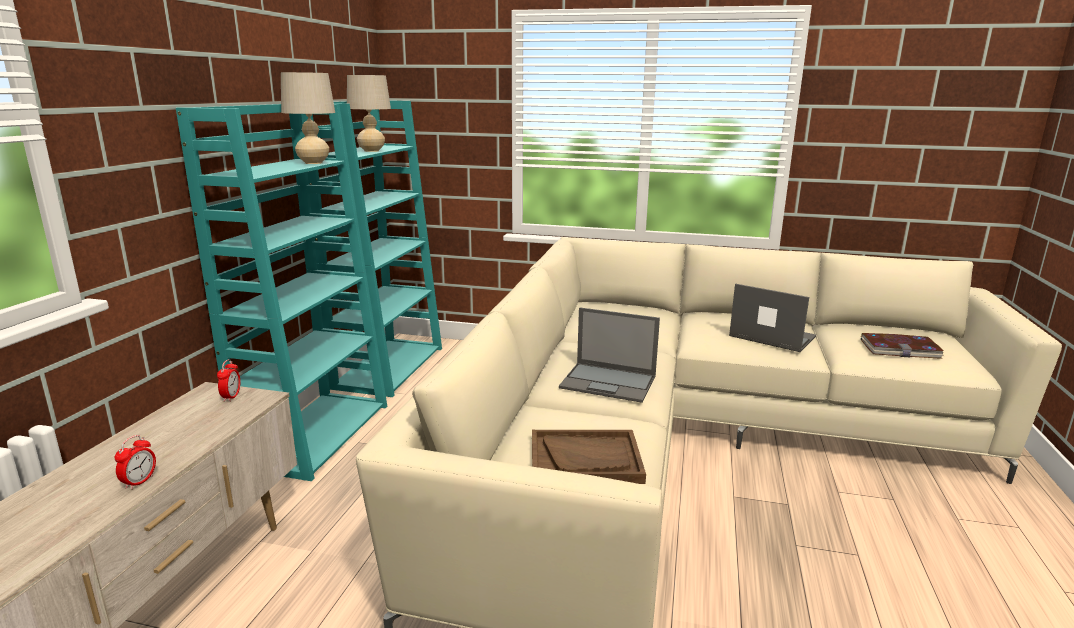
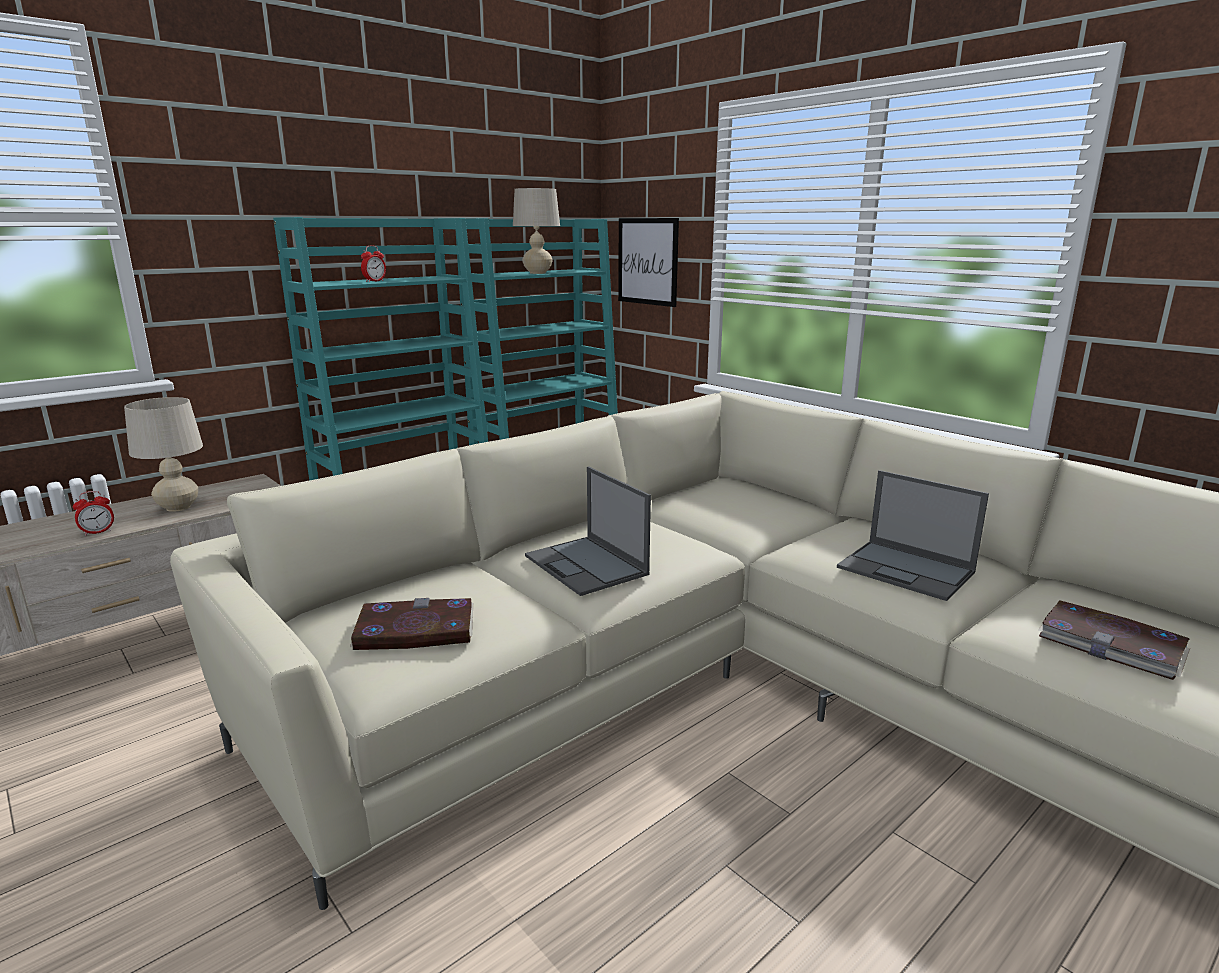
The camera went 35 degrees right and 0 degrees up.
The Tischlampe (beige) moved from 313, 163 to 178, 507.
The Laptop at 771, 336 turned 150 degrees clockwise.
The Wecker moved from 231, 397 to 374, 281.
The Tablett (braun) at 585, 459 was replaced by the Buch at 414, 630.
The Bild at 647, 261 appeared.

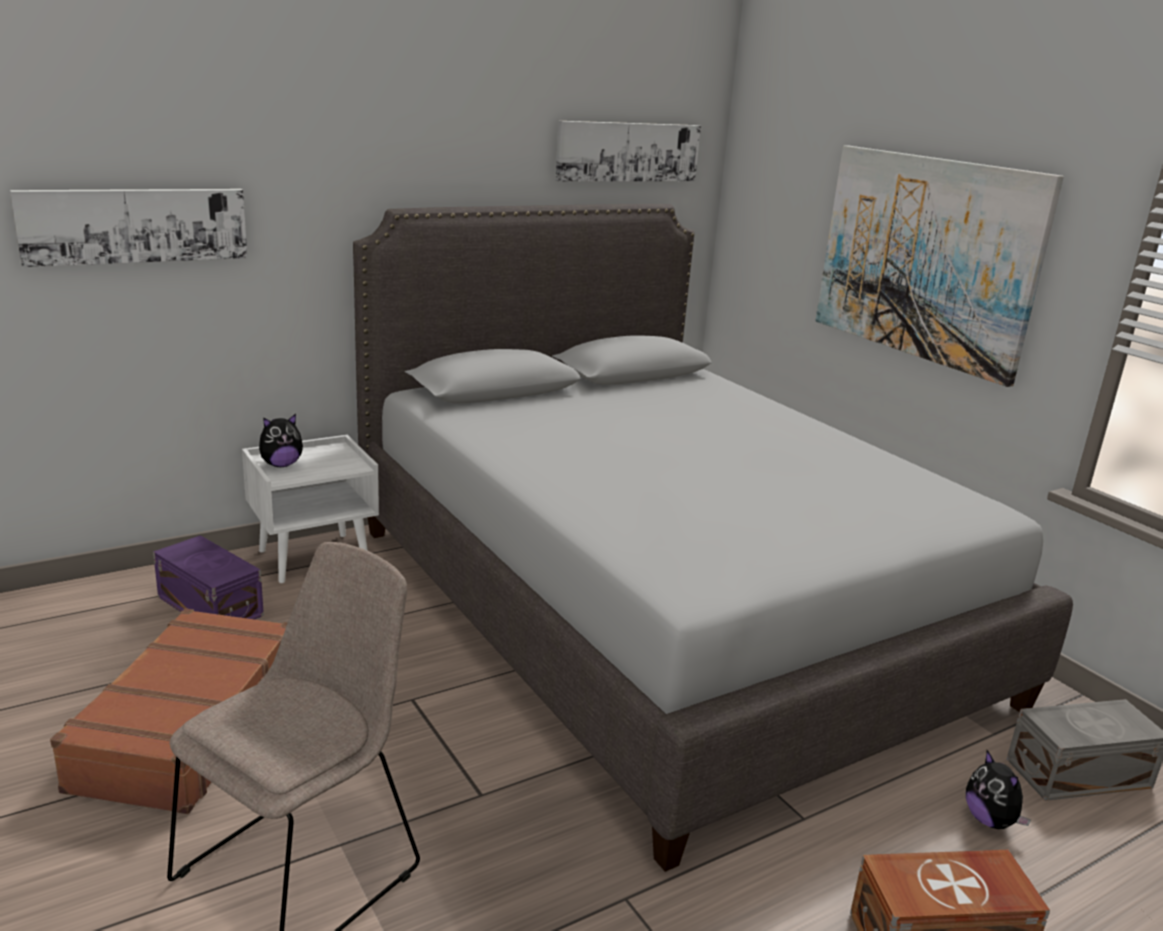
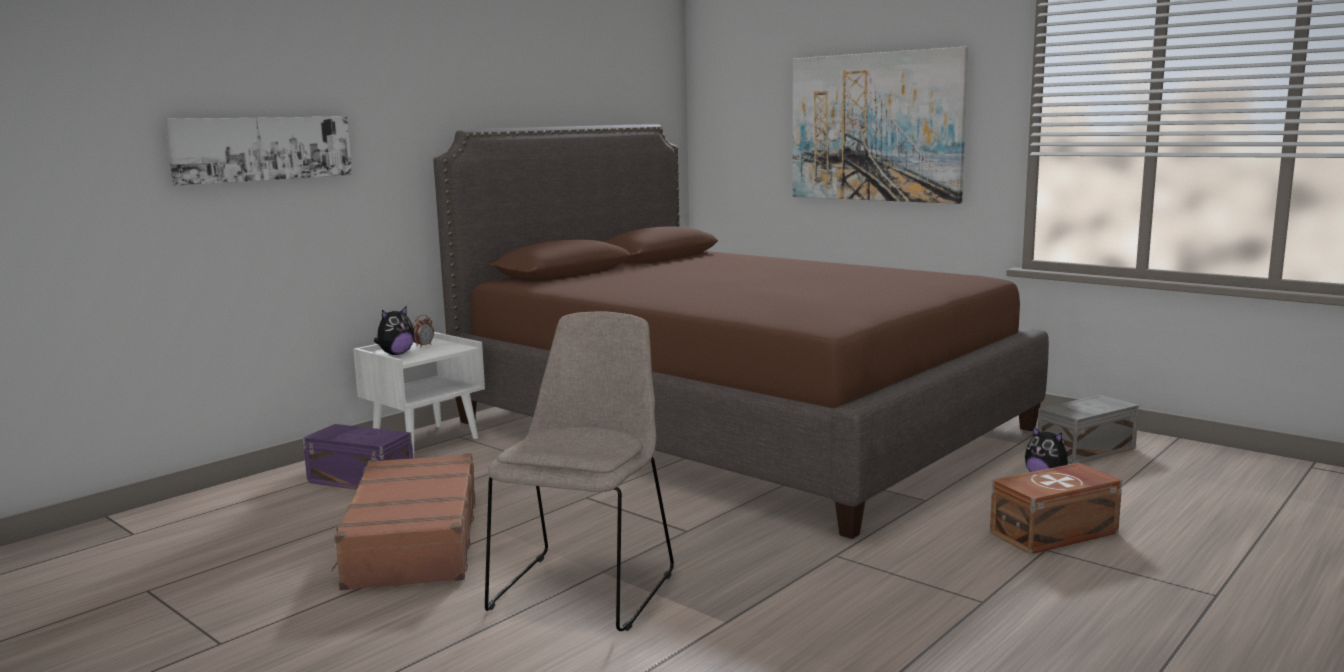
The camera went 15 degrees left and 10 degrees down.
The Bild at 628, 152 disappeared.
The Bett (grau) at 659, 609 became the Bett (braun) at 736, 425.
The Wecker at 424, 345 appeared.

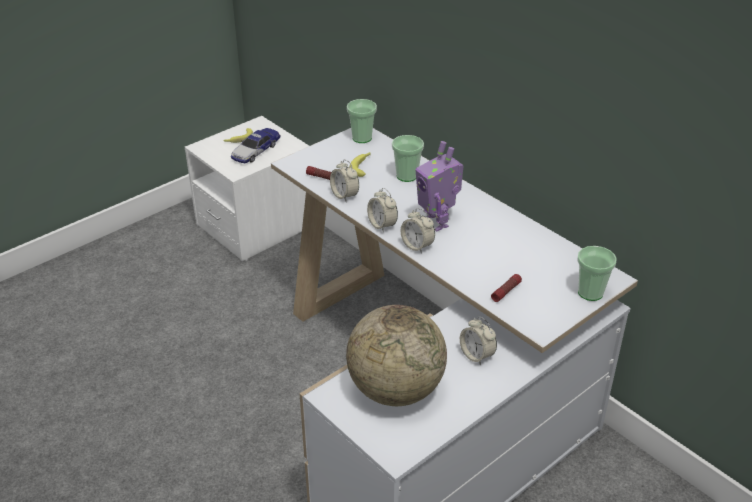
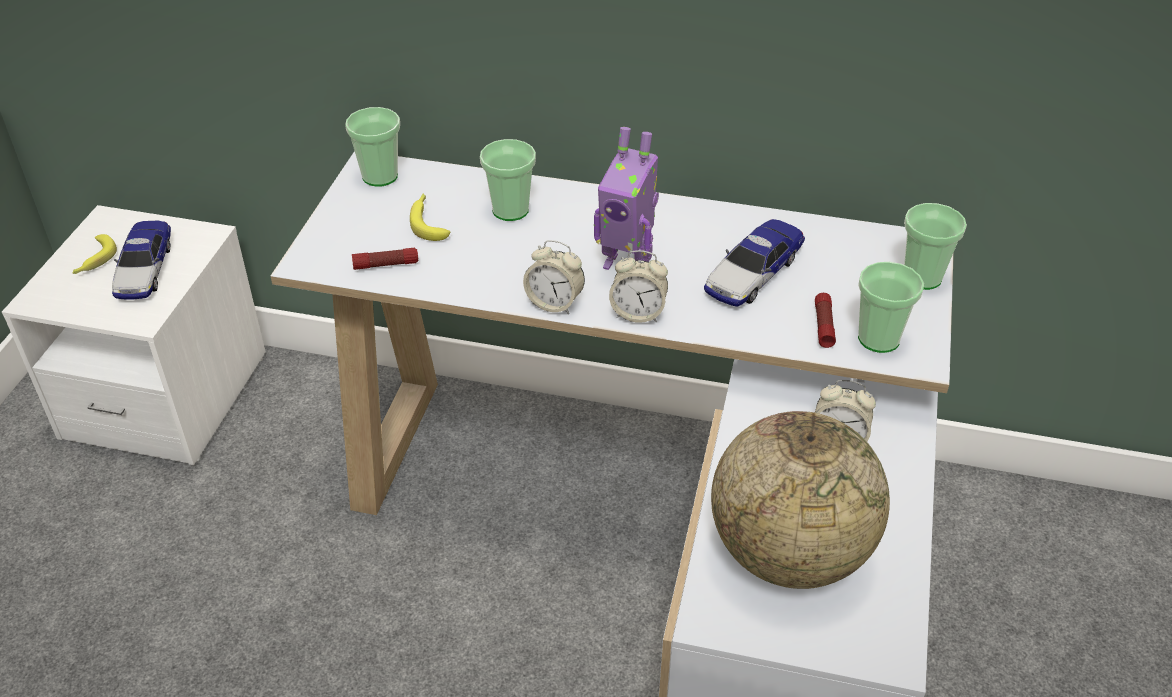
The camera went 35 degrees left and 5 degrees up.
The Wecker at 344, 195 disappeared.
The Spielzeugauto at 753, 273 appeared.
The Tasse at 878, 339 appeared.

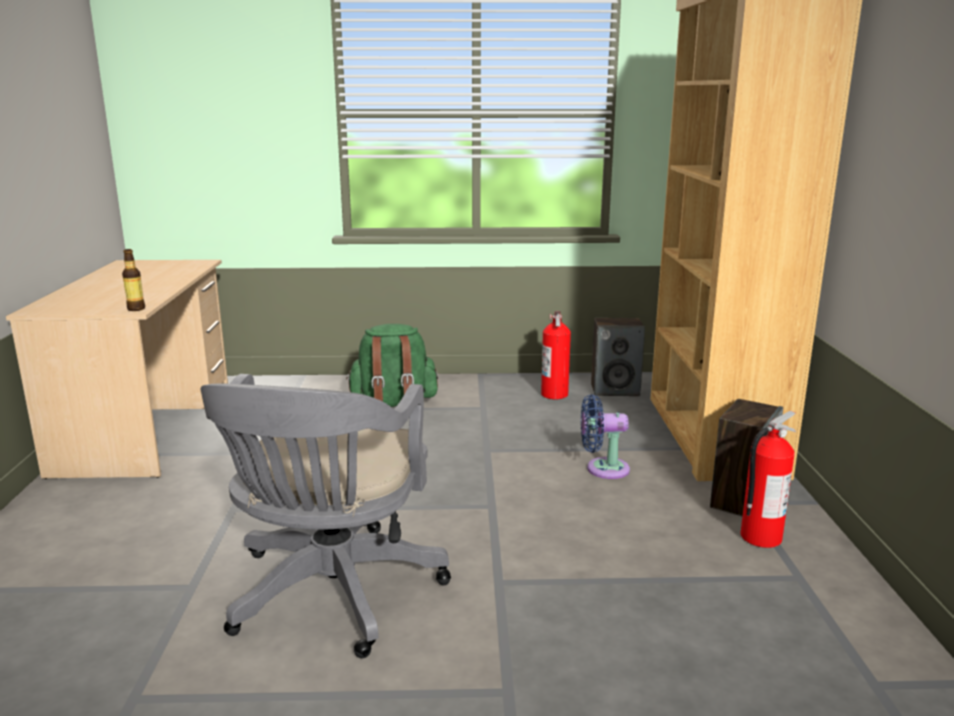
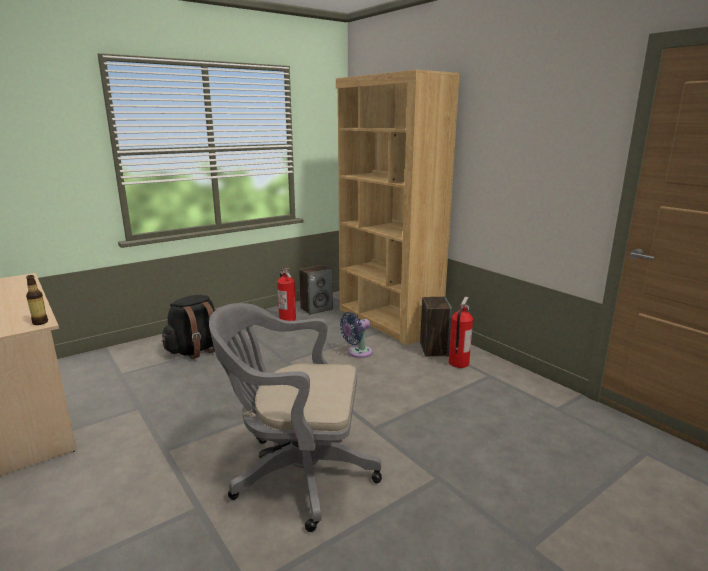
The camera went 35 degrees left and 0 degrees up.
The Rucksack (grün) at 393, 405 became the Rucksack (schwarz) at 196, 350.
The Bürostuhl (grau) at 331, 596 turned 120 degrees clockwise.

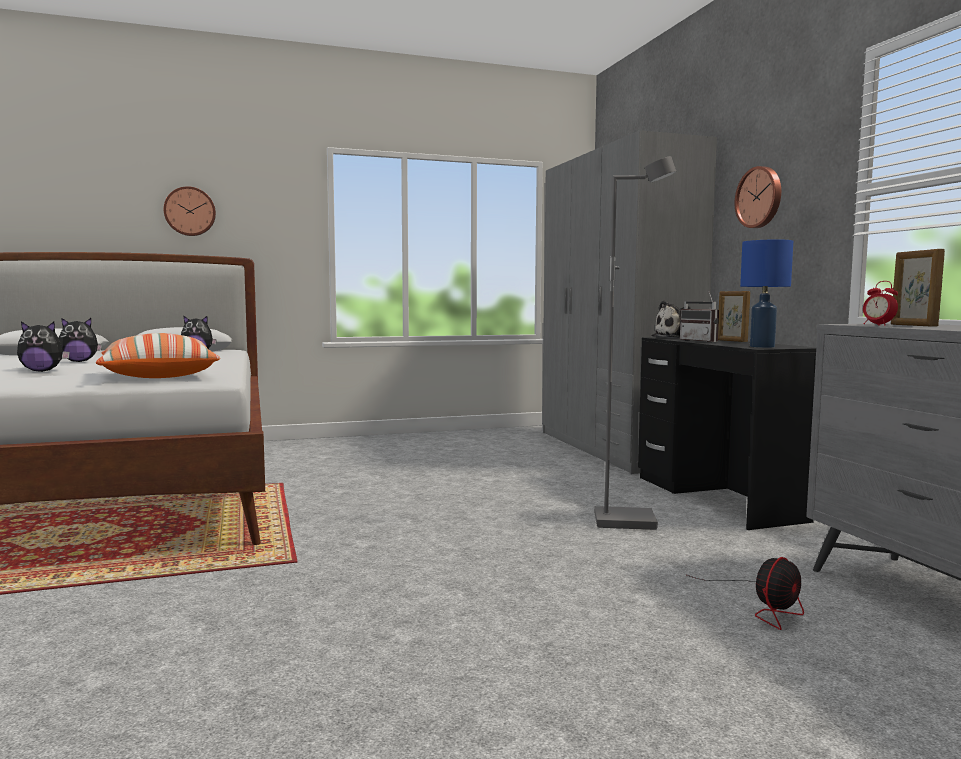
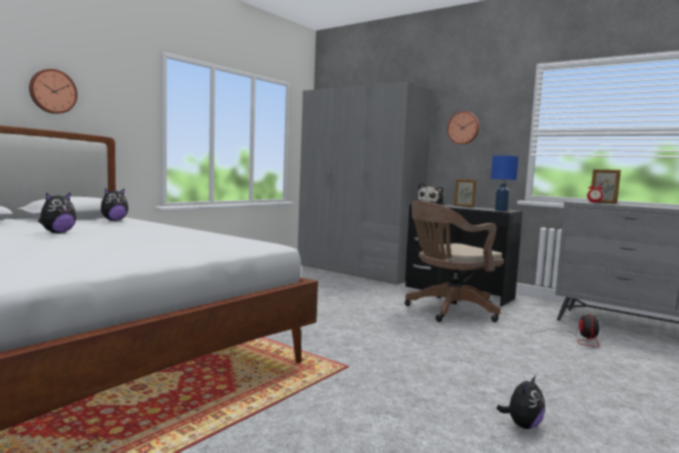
The camera went 35 degrees left and 0 degrees up.
The Stehlampe (grau) at 625, 521 was replaced by the Bürostuhl (braun) at 448, 311.
The Radio at 702, 341 disappeared.
The Plüschtier moved from 42, 371 to 522, 425.
The Kissen at 158, 376 disappeared.

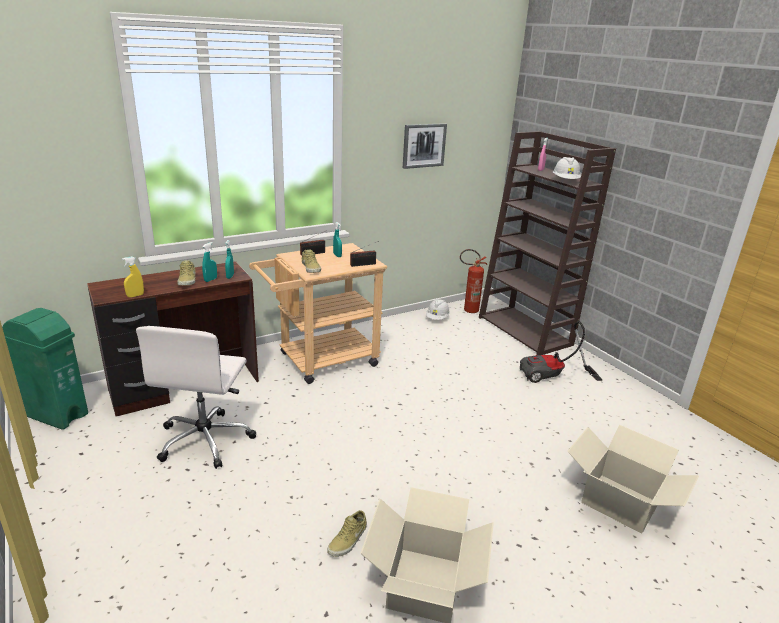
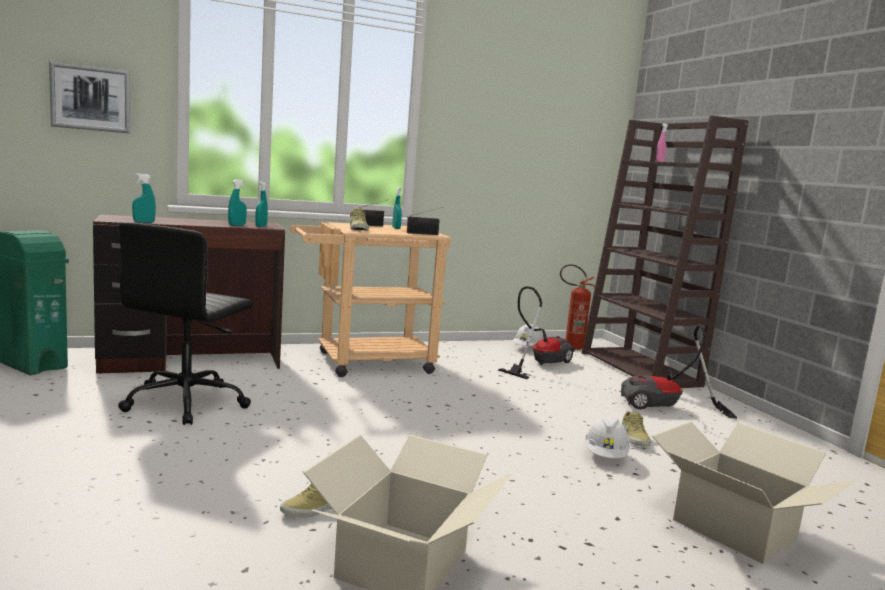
The camera went 10 degrees right and 15 degrees down.
The Bild moved from 423, 145 to 91, 98.
The Schutzhelm (weiß) moved from 565, 181 to 605, 456.
The Sprühflasche (gelb) at 135, 295 became the Sprühflasche (türkis) at 144, 222.
The Schuh (beige) moved from 188, 280 to 635, 438.
The Bürostuhl (weiß) at 206, 439 became the Bürostuhl (schwarz) at 187, 402.
The Staubsauger at 539, 363 appeared.

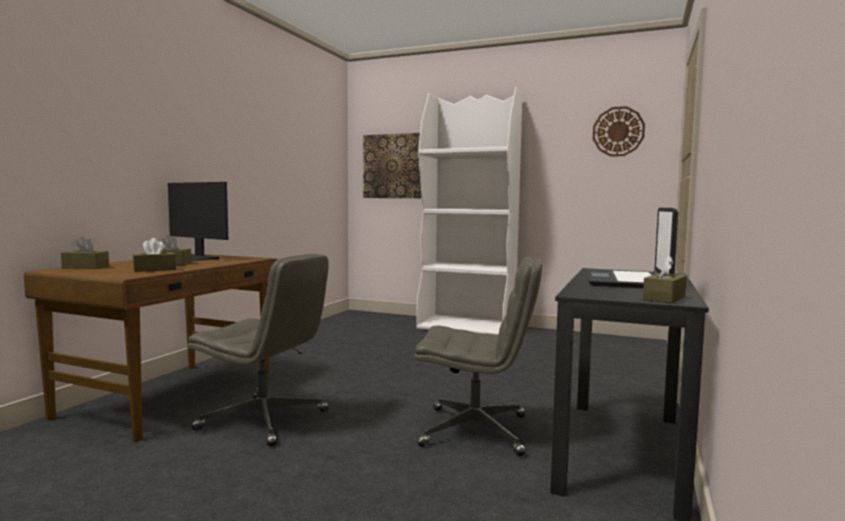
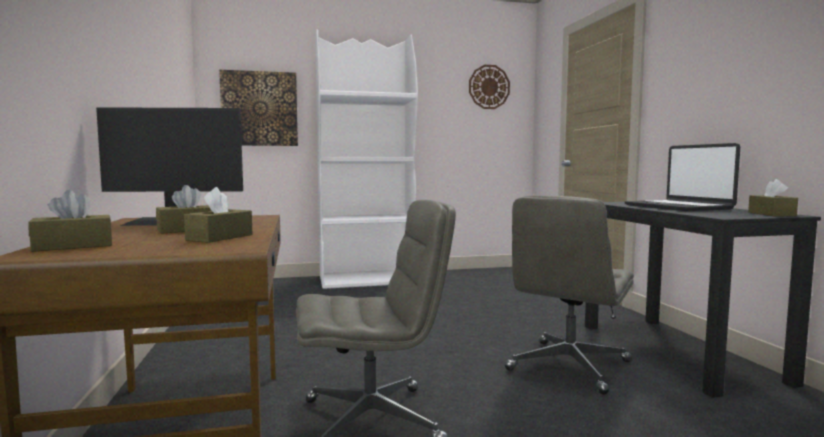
The camera went 35 degrees left and 0 degrees up.
The Bürostuhl (grau) at 476, 430 turned 150 degrees clockwise.

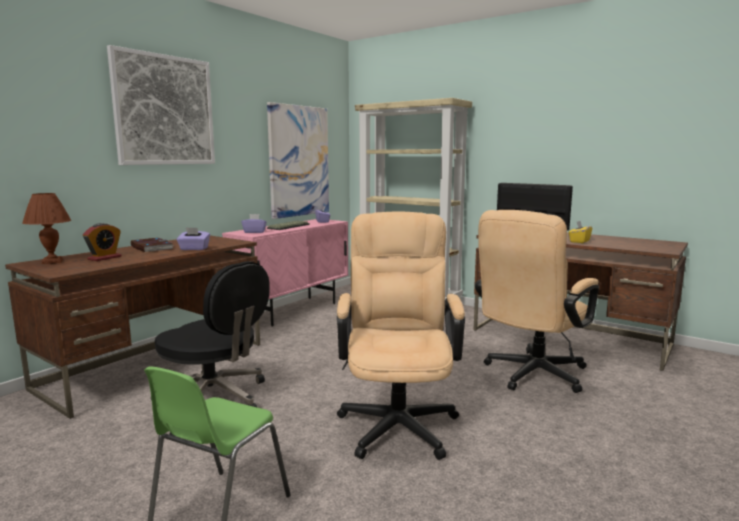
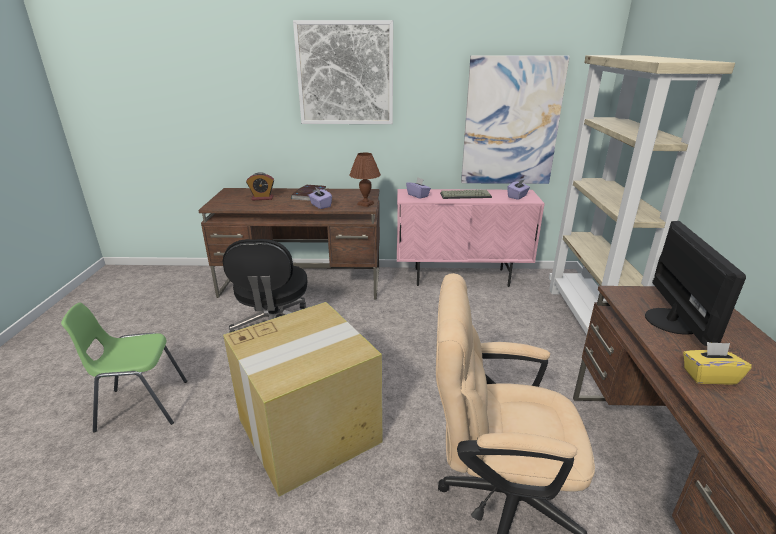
The camera went 55 degrees right and 15 degrees up.
The Tischlampe (braun) moved from 52, 261 to 365, 204.
The Bürostuhl (beige) at 398, 419 was replaced by the Karton at 310, 430.

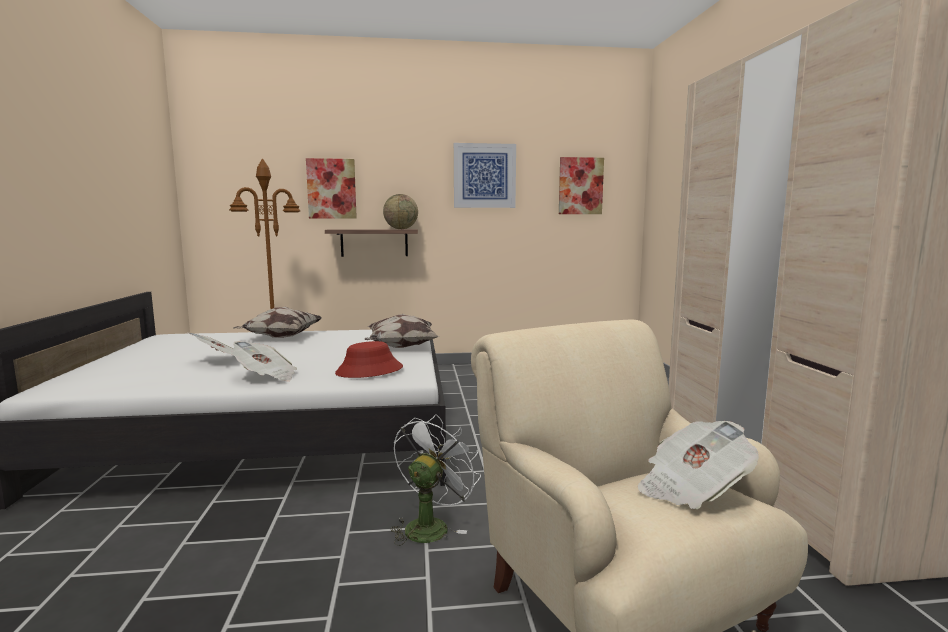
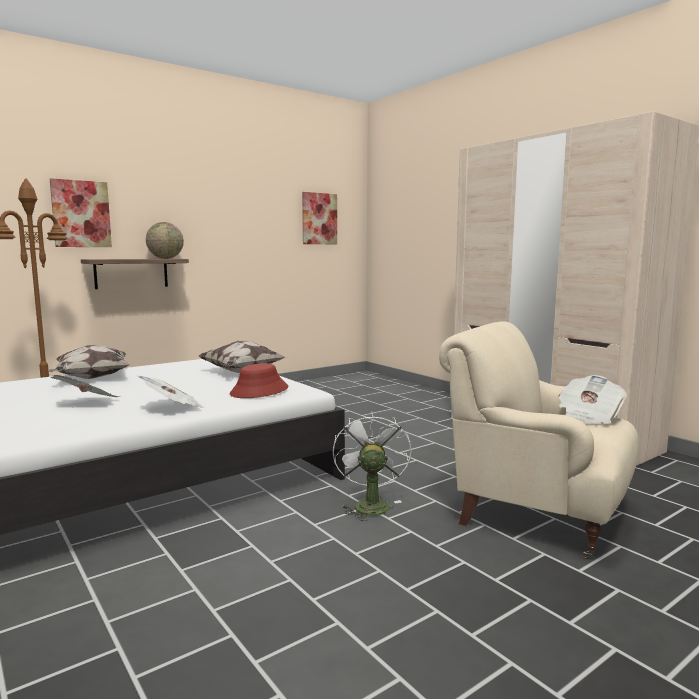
The camera went 30 degrees left and 0 degrees up.
The Bild at 484, 176 disappeared.

